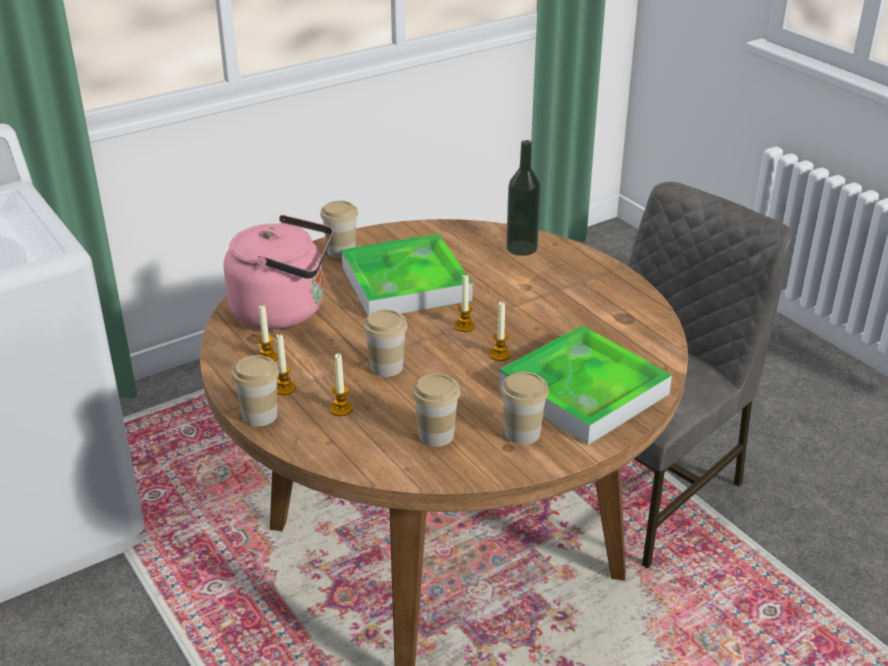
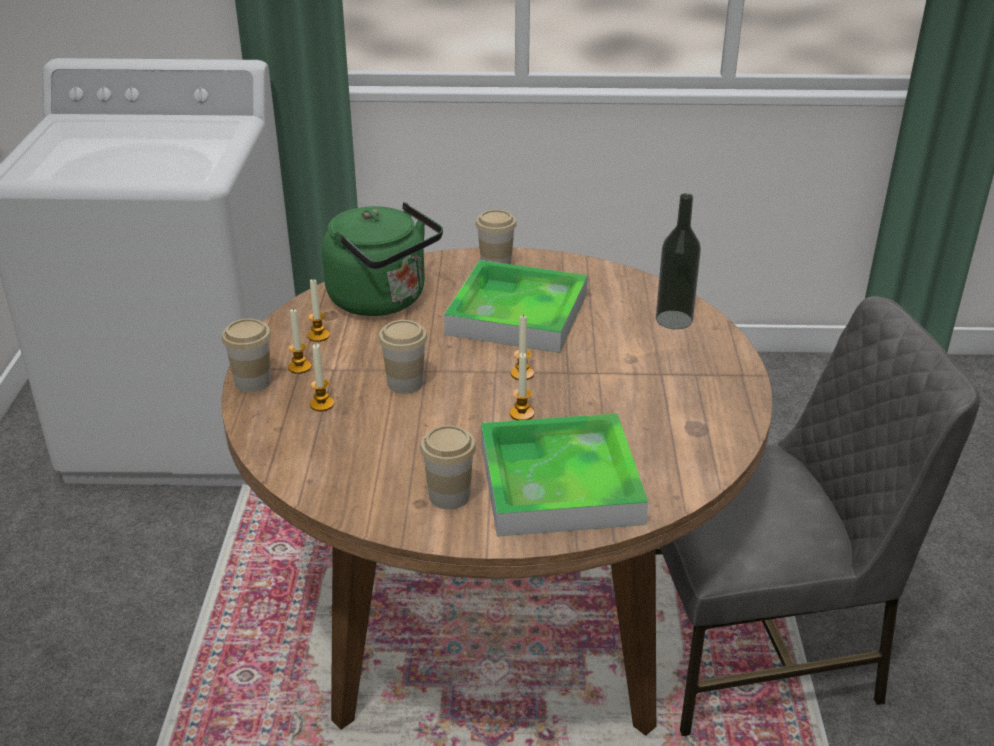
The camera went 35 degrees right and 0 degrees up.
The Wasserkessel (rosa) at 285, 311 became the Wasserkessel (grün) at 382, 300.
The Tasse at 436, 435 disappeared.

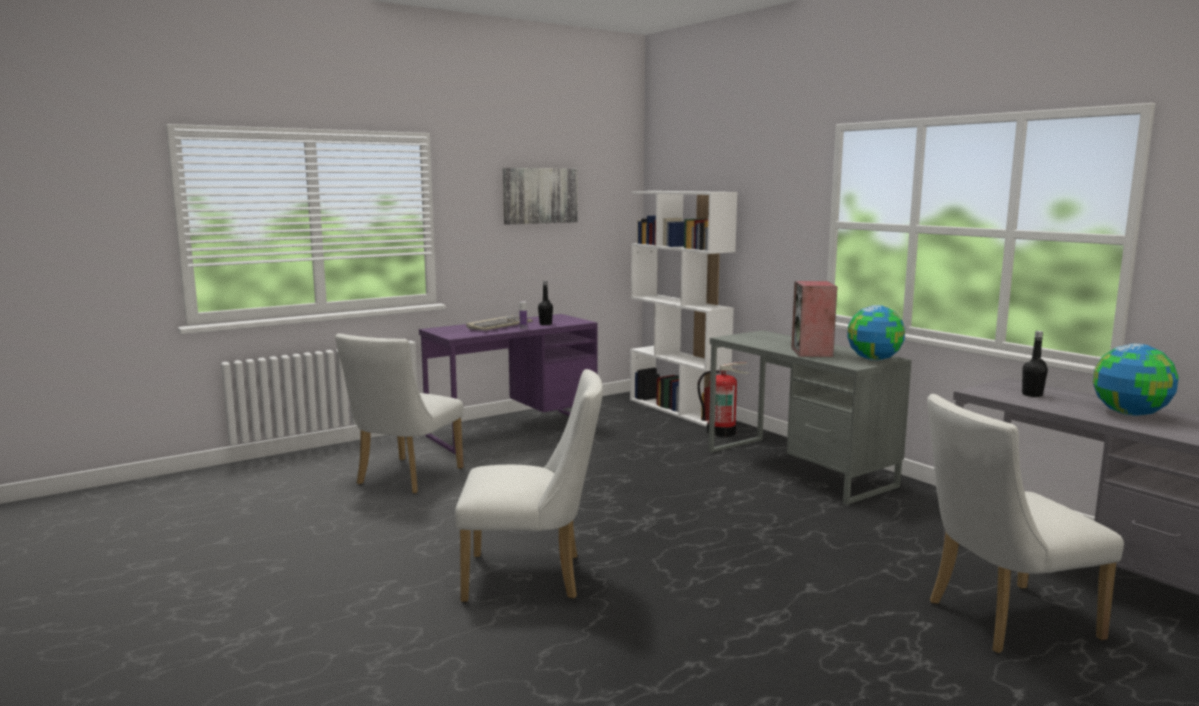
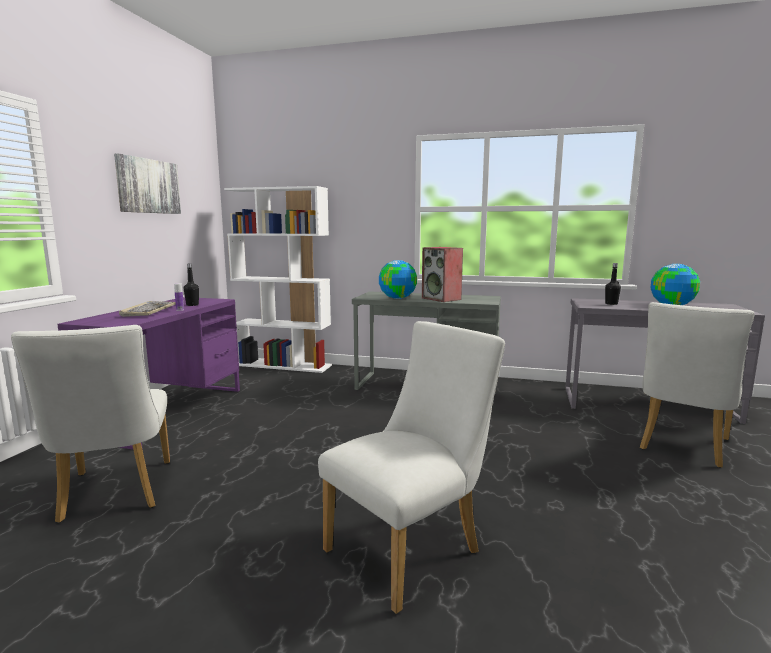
The camera went 40 degrees left and 0 degrees up.
The Globus moved from 874, 359 to 397, 298.
The Feuerlöscher at 721, 432 disappeared.

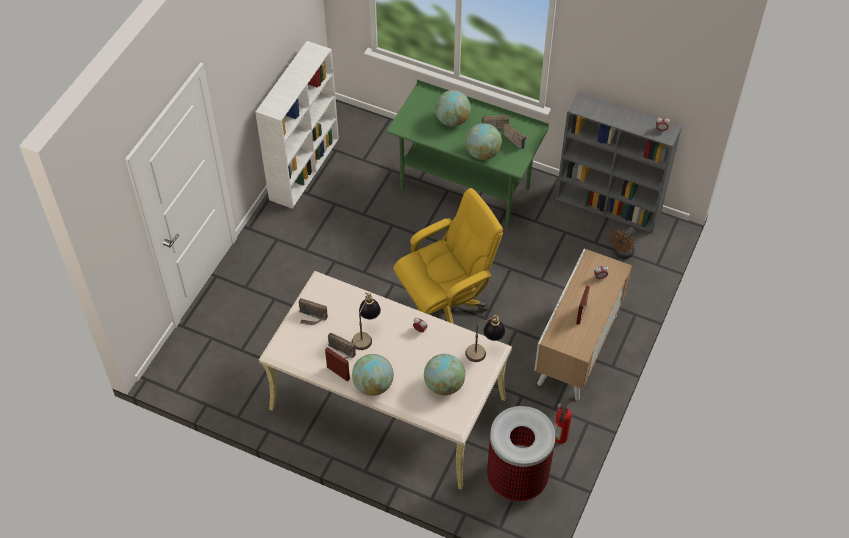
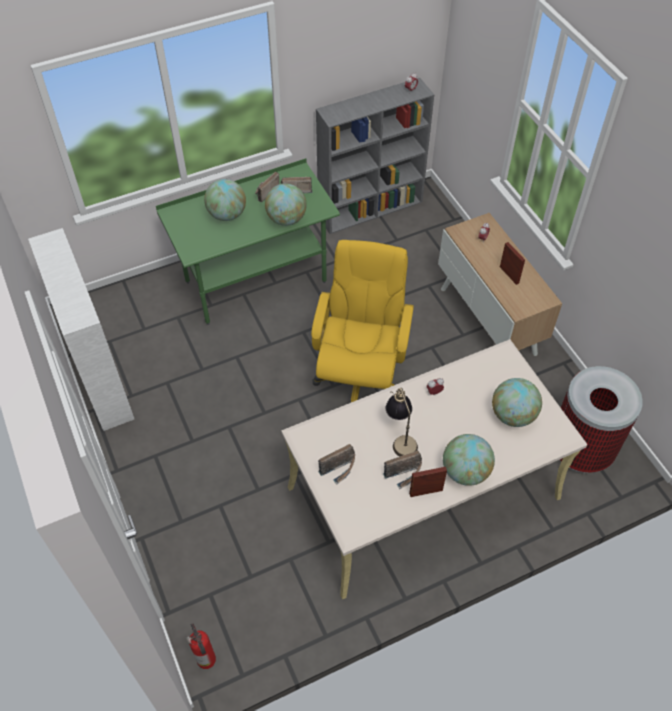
The camera went 50 degrees left and 0 degrees up.
The Ventilator (braun) at 621, 253 disappeared.
The Tischlampe at 484, 351 disappeared.
The Feuerlöscher moved from 559, 438 to 207, 661.

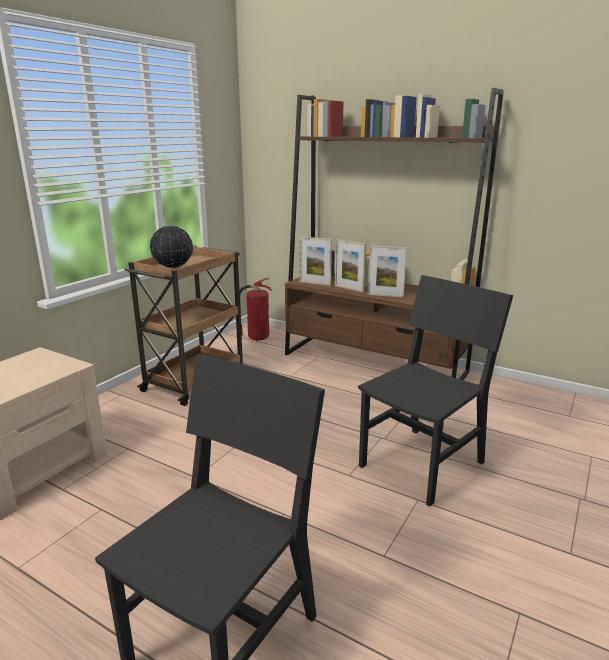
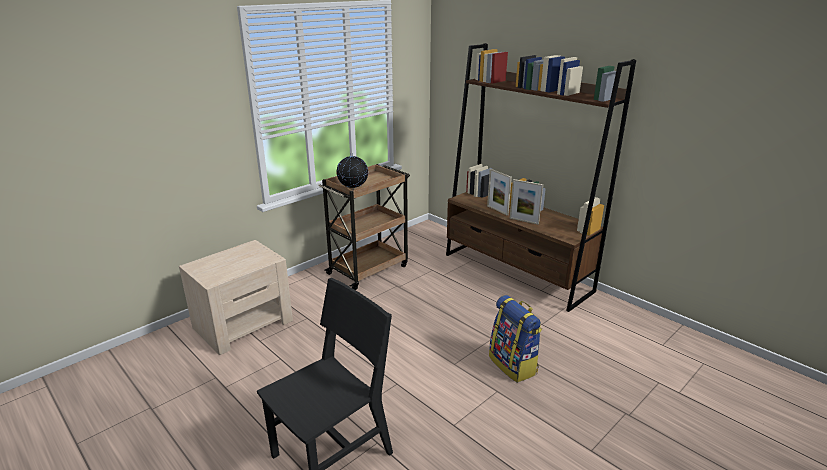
The camera went 15 degrees right and 5 degrees up.
The Bilderrahmen at 315, 283 disappeared.
The Stuhl (schwarz) at 422, 464 was replaced by the Rucksack at 513, 365.
The Feuerlöscher at 257, 337 disappeared.

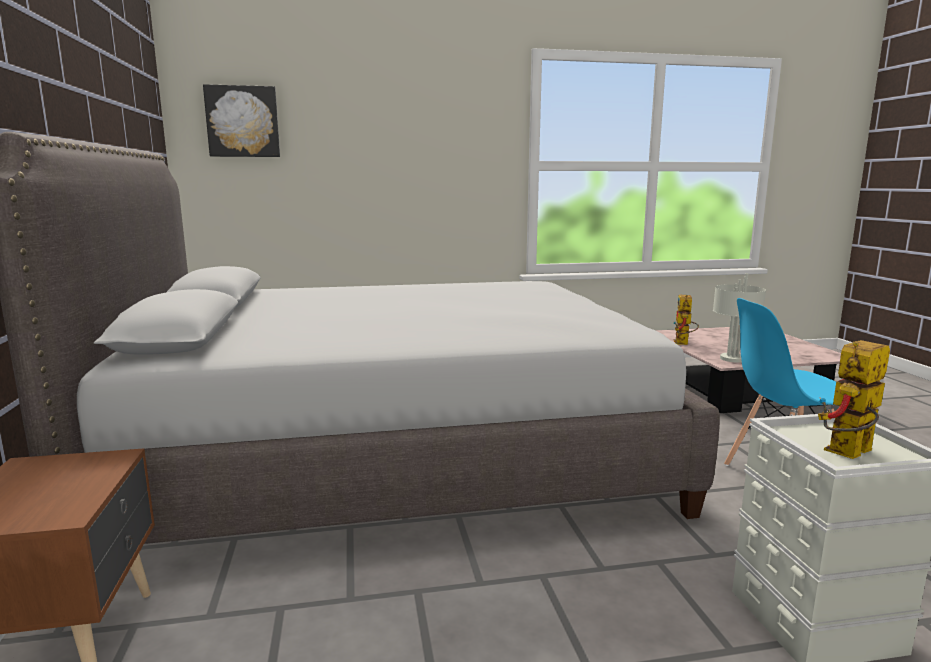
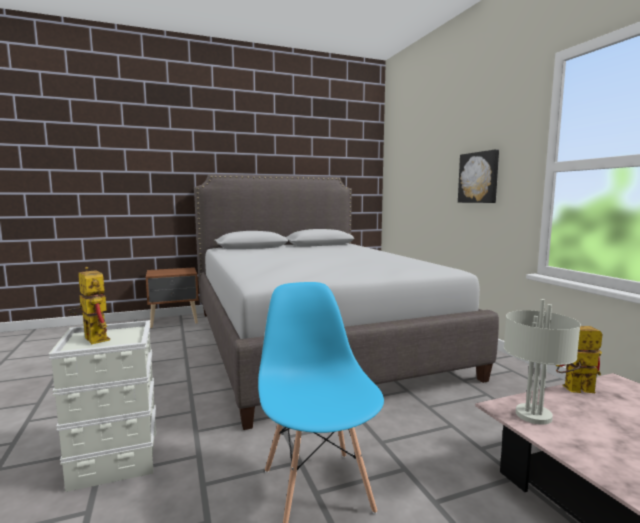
The camera went 80 degrees right and 5 degrees down.
The Bild moved from 243, 122 to 479, 177.

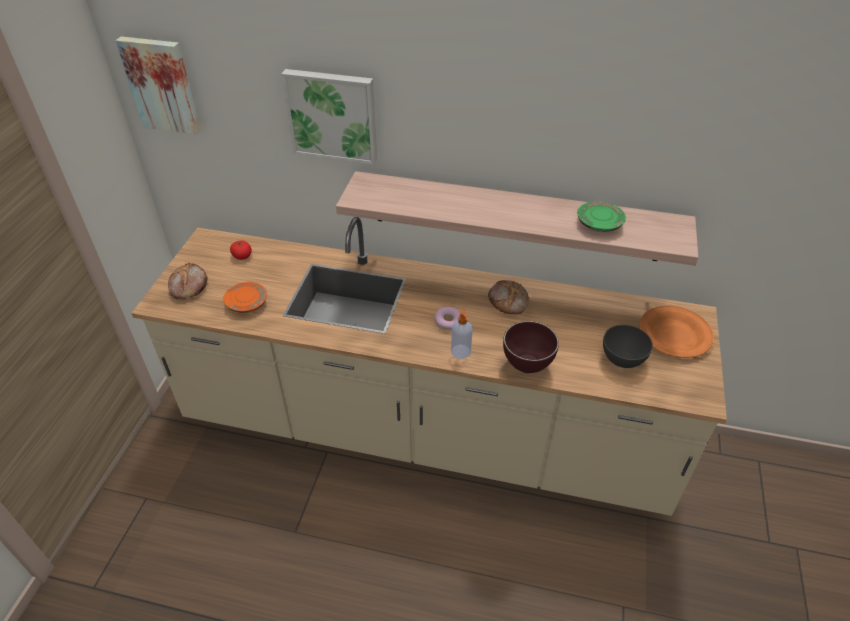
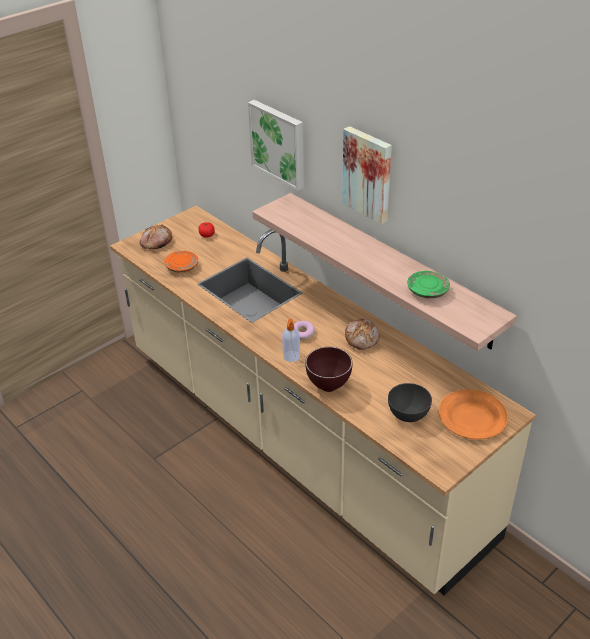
The camera went 35 degrees right and 5 degrees down.
The Bild moved from 162, 85 to 368, 174.

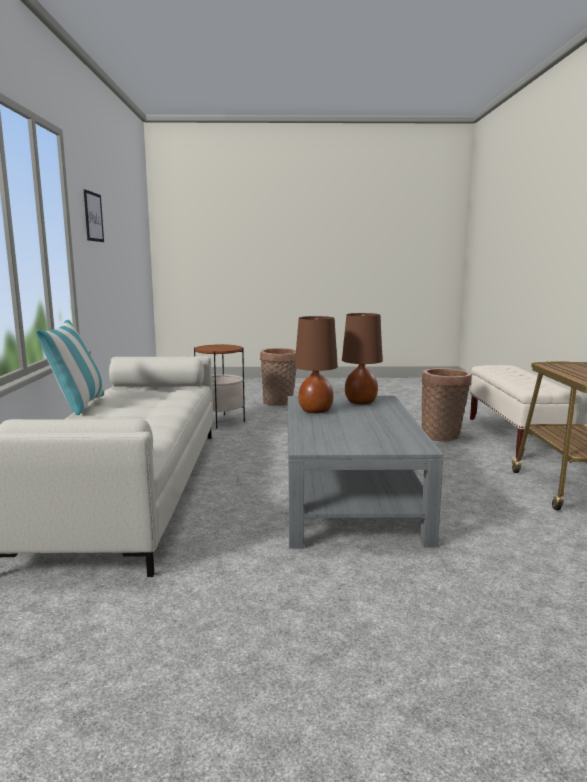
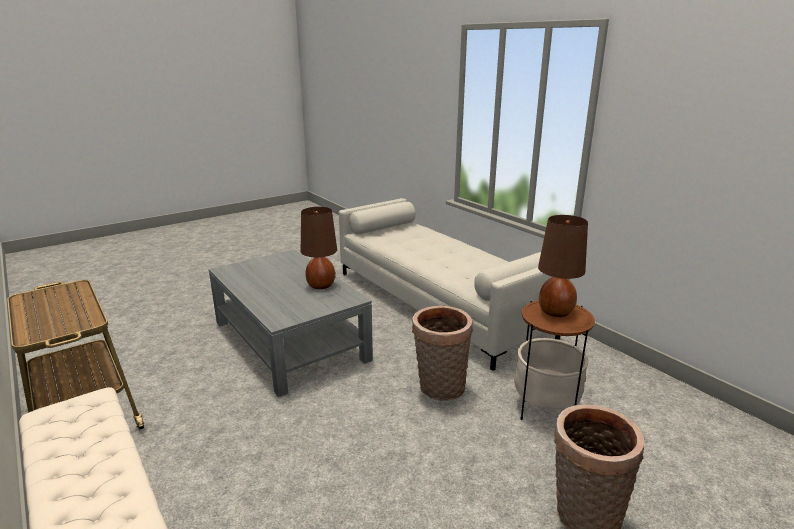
The camera went 145 degrees right and 10 degrees up.
The Bild at 93, 217 disappeared.
The Tischlampe (braun) moved from 361, 402 to 555, 312.
The Kissen at 78, 406 disappeared.
The Korb moved from 442, 436 to 439, 389.

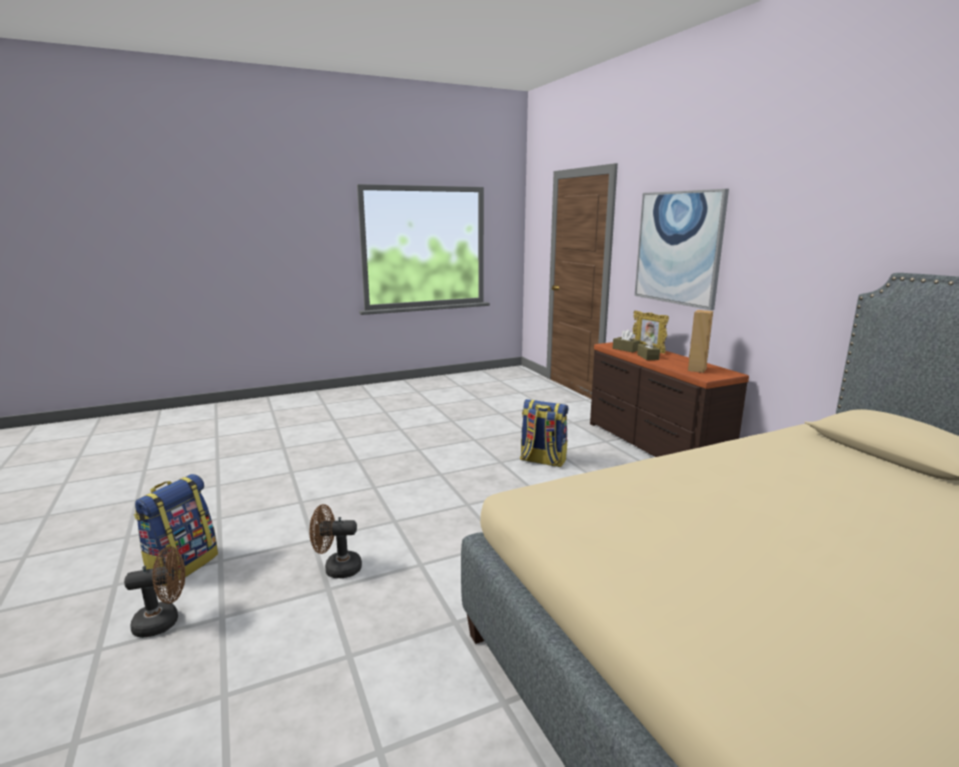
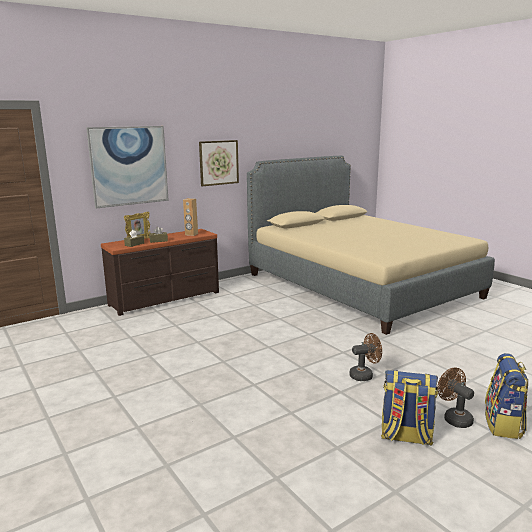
The camera went 100 degrees left and 0 degrees up.
The Rucksack moved from 542, 461 to 503, 425.
The Ventilator (braun) at 337, 569 turned 90 degrees counterclockwise.
The Bild at 218, 162 appeared.

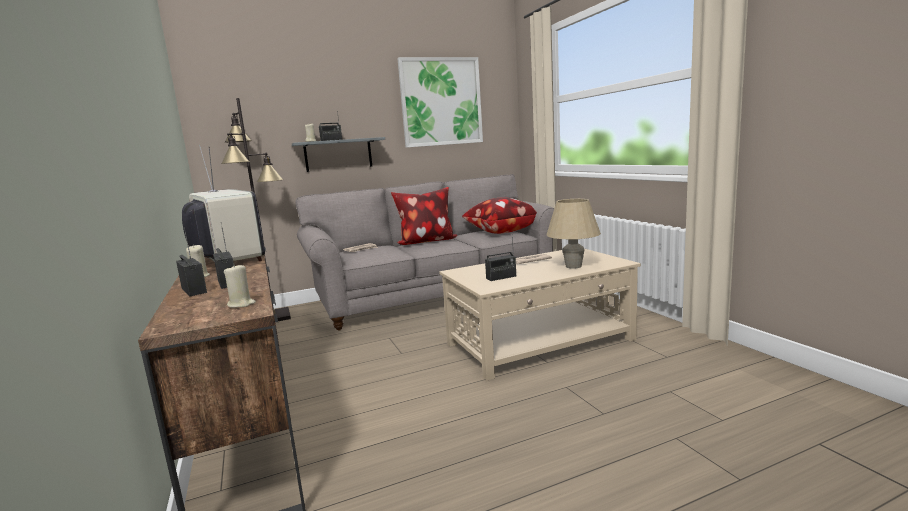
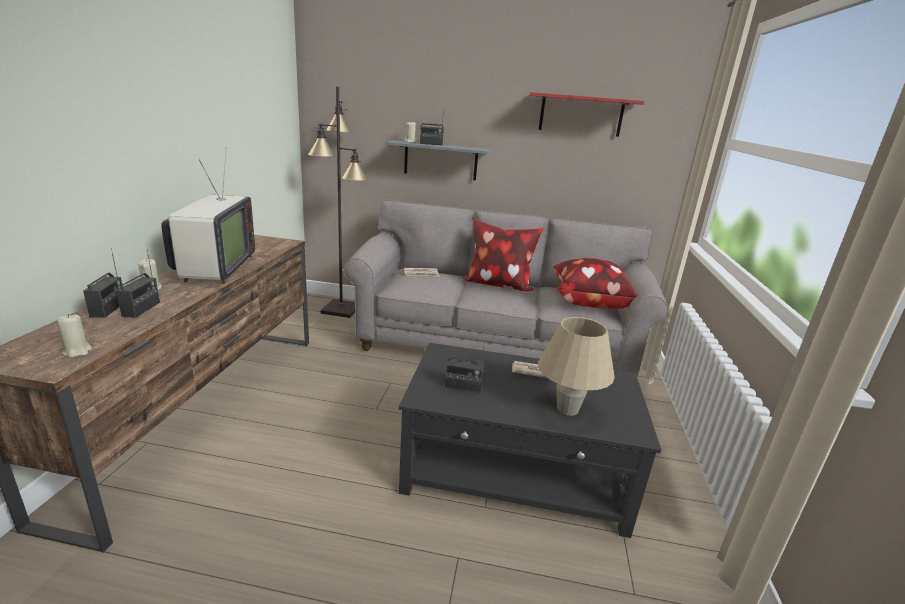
The camera went 30 degrees right and 10 degrees up.
The Bild at 441, 102 was replaced by the Wandregal (rot) at 581, 115.
The Couchtisch (beige) at 540, 342 became the Couchtisch (schwarz) at 515, 471.

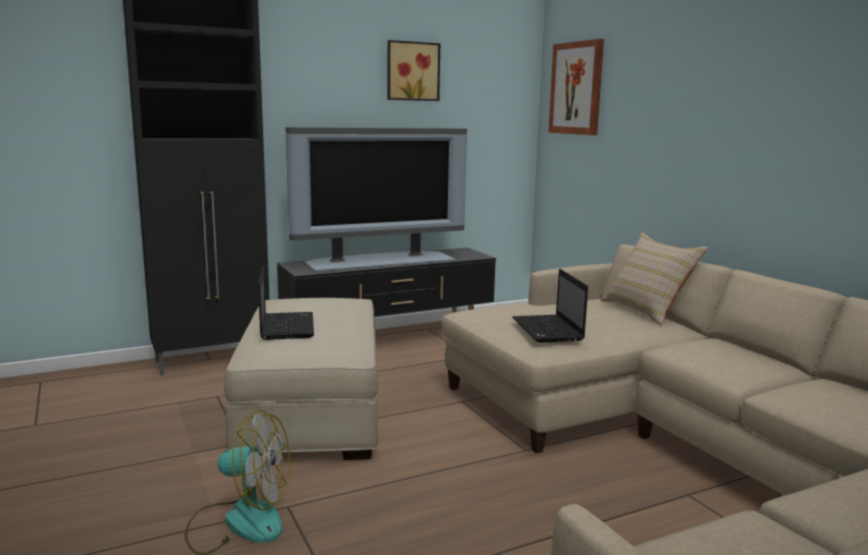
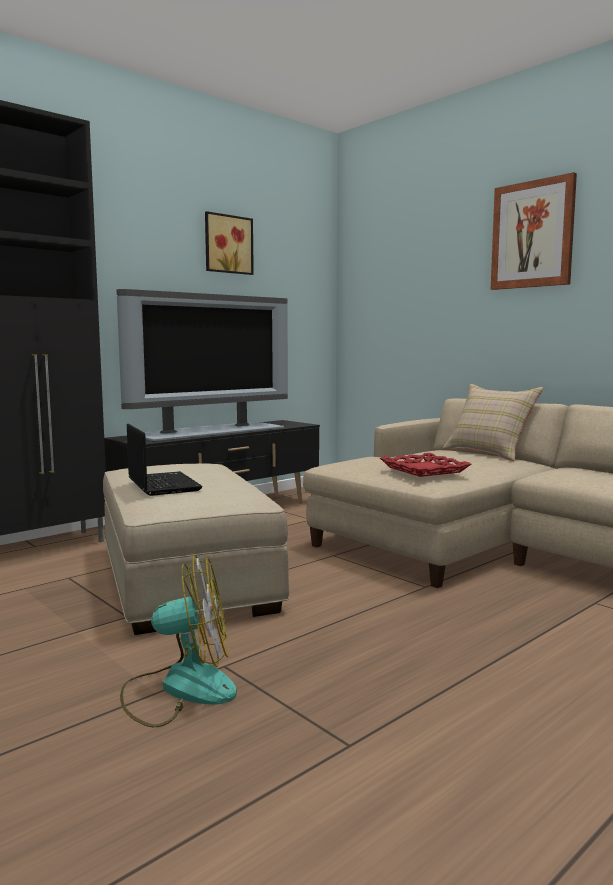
The camera went 15 degrees left and 5 degrees down.
The Bild moved from 576, 88 to 532, 235.
The Laptop at 548, 330 was replaced by the Tablett (rot) at 424, 470.

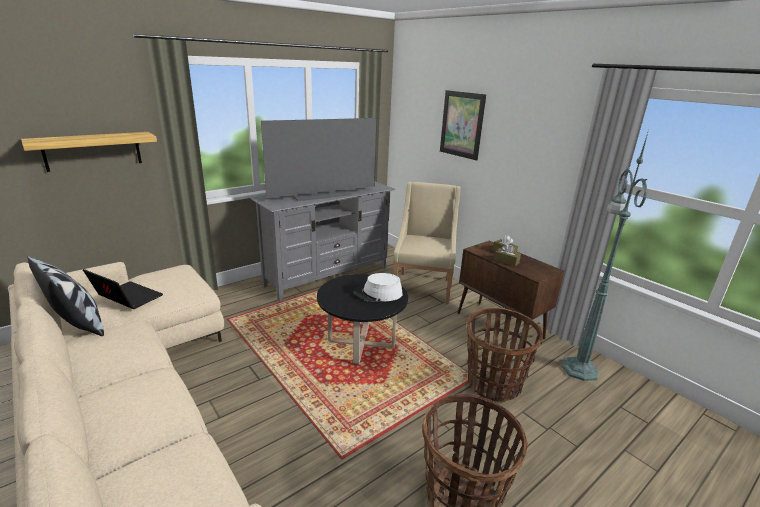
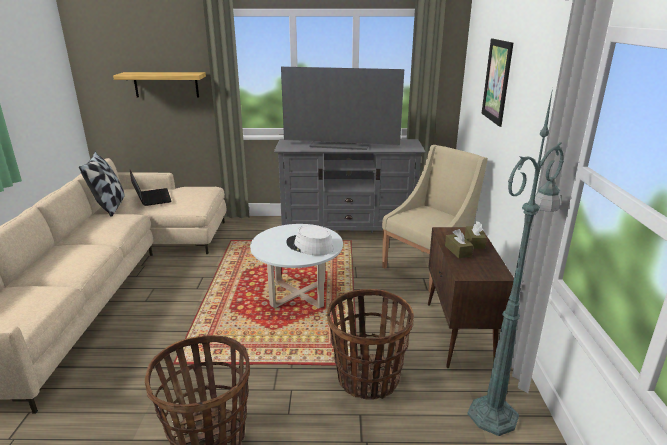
The camera went 40 degrees right and 0 degrees up.
The Couchtisch (schwarz) at 361, 344 became the Couchtisch (weiß) at 298, 294.

